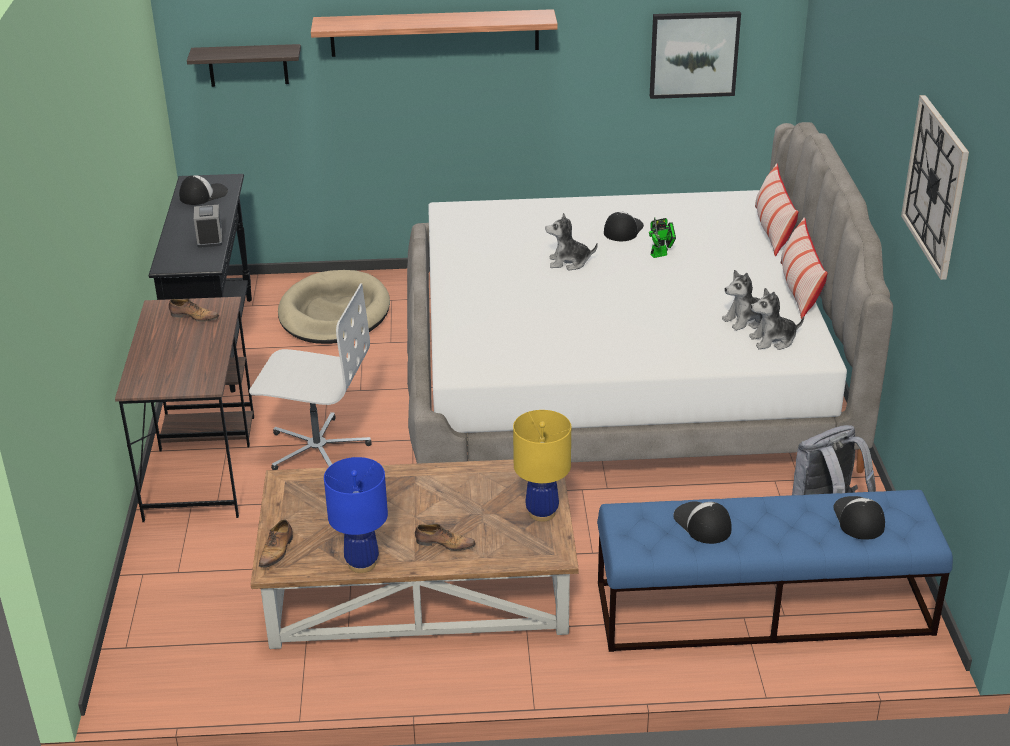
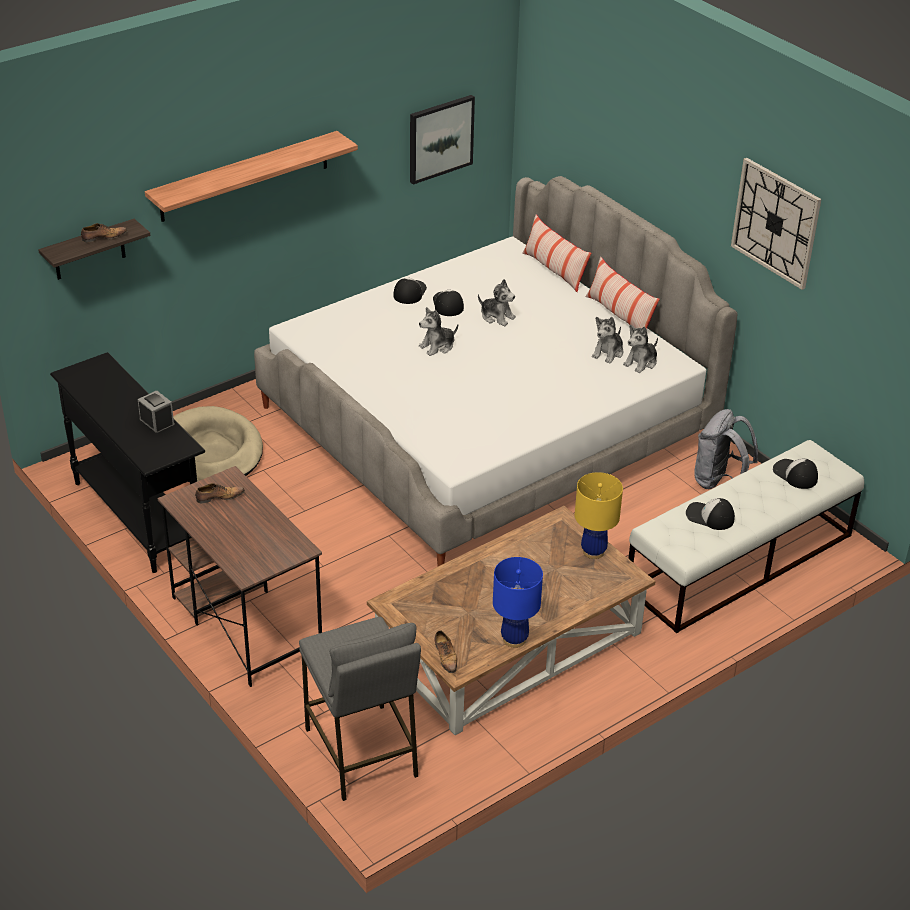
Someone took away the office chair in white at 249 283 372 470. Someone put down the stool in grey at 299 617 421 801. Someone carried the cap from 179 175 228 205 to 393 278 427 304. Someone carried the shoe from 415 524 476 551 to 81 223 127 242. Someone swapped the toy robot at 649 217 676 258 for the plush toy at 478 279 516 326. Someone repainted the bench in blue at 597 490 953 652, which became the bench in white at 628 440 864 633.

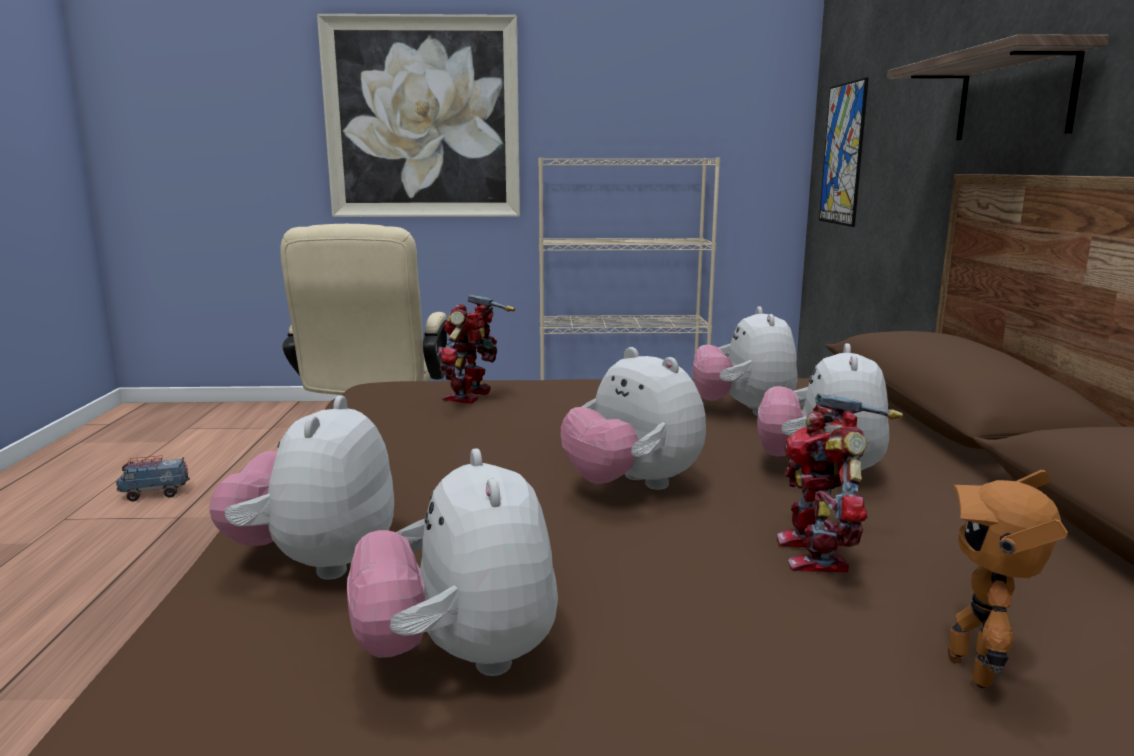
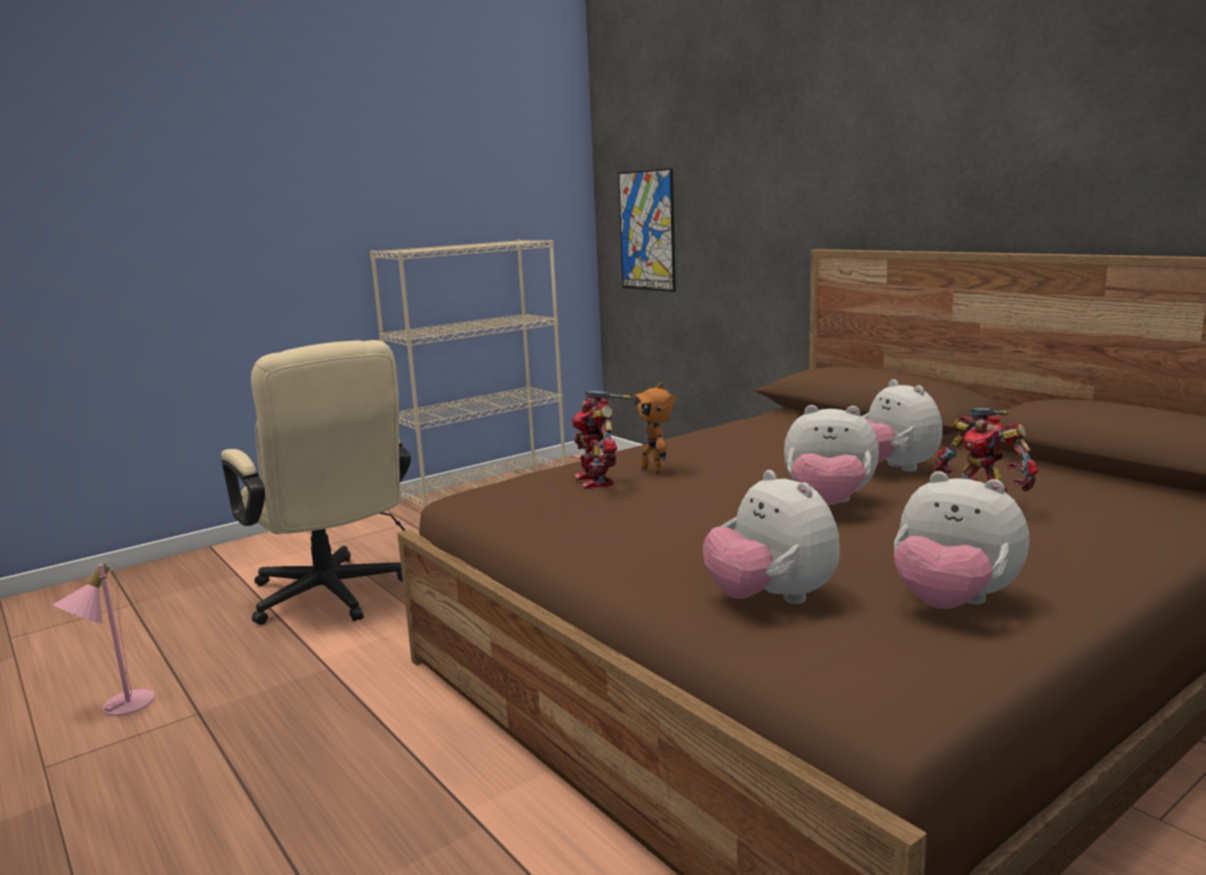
Someone took away the picture at 317 14 520 217. Someone took away the plush toy at 692 307 797 416. Someone took away the shelf at 887 34 1109 140. Someone carried the toy robot from 948 470 1068 688 to 633 383 677 473. Someone swapped the toy truck at 116 456 190 501 for the table lamp in pink at 53 561 154 716.

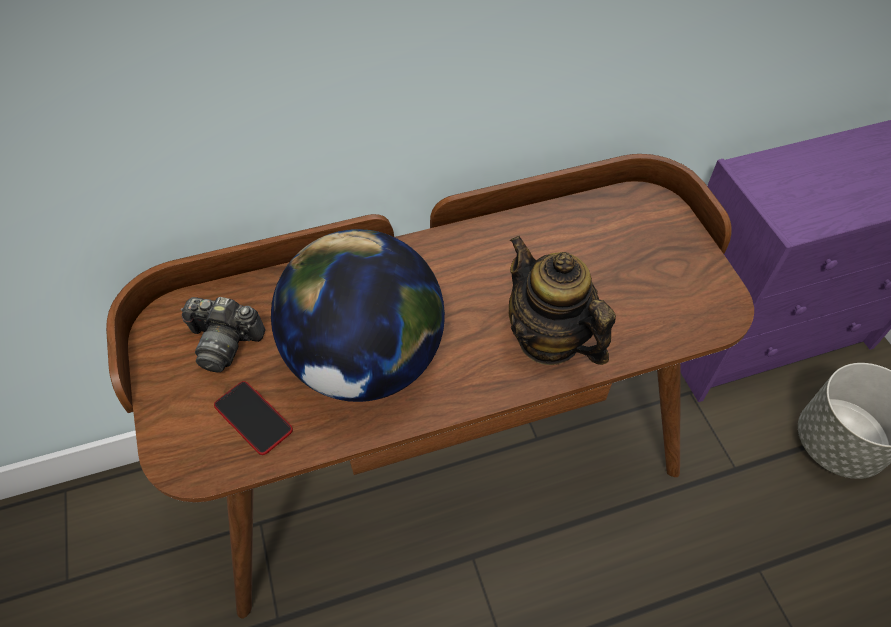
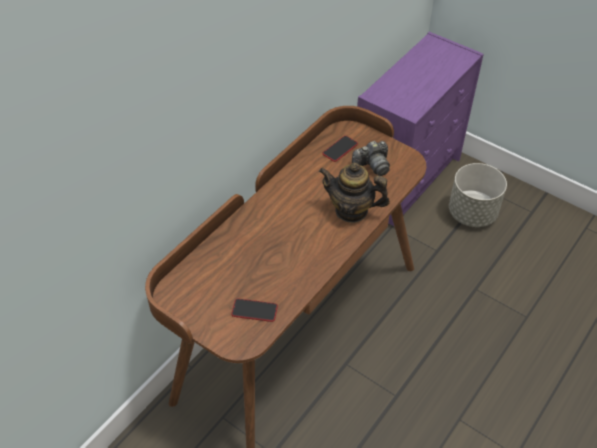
Someone took away the globe at 271 229 445 402. Someone put down the phone at 322 136 358 162. Someone carried the photo camera from 180 297 266 373 to 352 141 390 176.

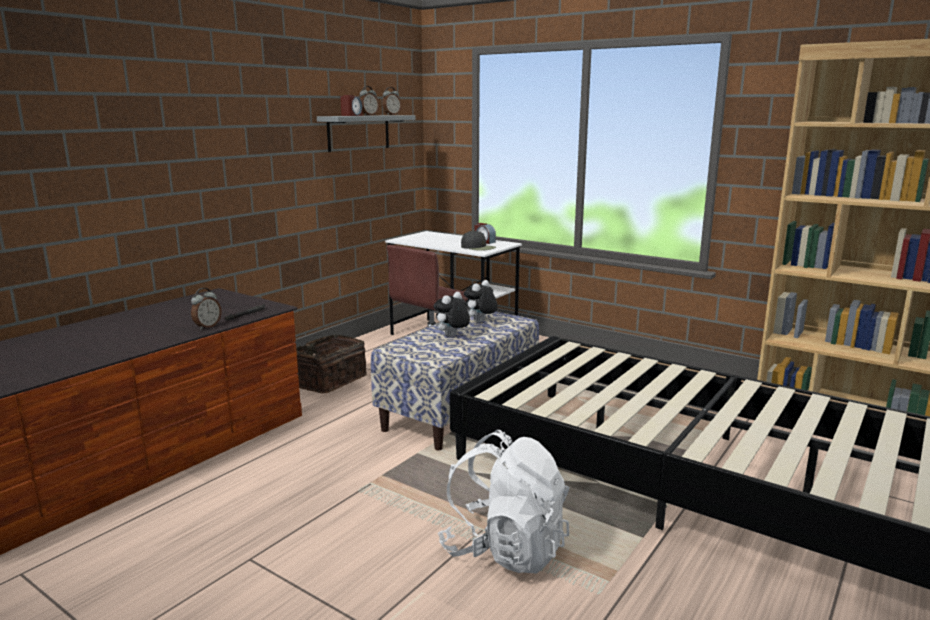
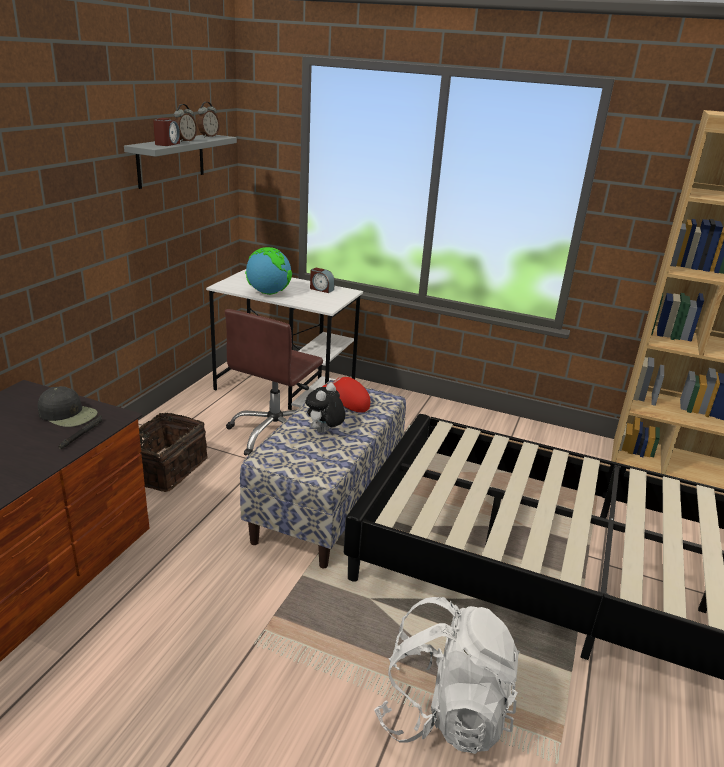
Someone took away the alarm clock at 191 288 221 330. Someone put down the globe at 245 247 292 295. Someone carried the cap in black from 461 230 496 251 to 38 386 98 427. Someone swapped the plush toy at 464 280 498 322 for the cap in red at 322 377 370 413.

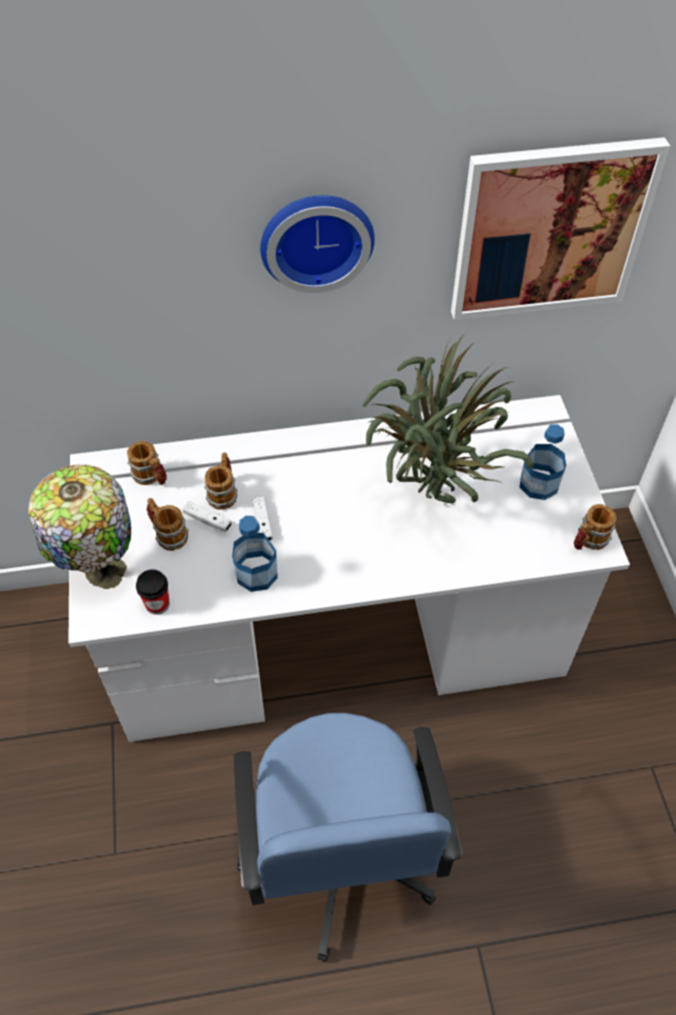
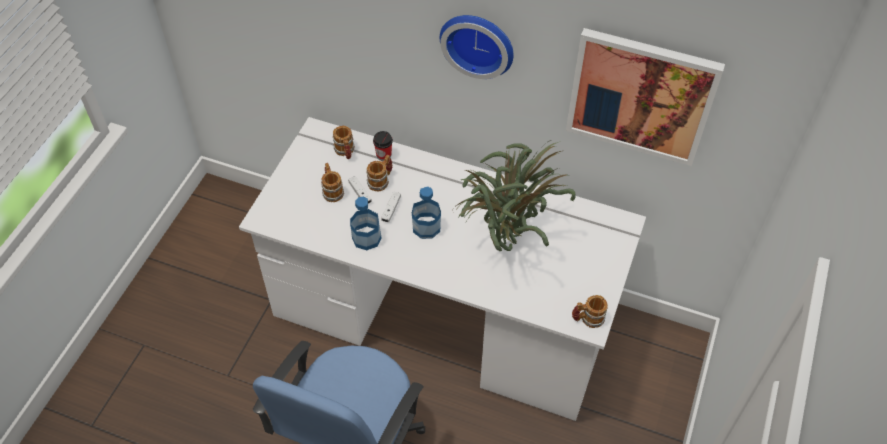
Someone took away the table lamp at 28 464 131 589. Someone carried the cup from 136 569 169 615 to 373 131 393 161. Someone carried the bottle from 520 424 566 500 to 412 186 441 239.

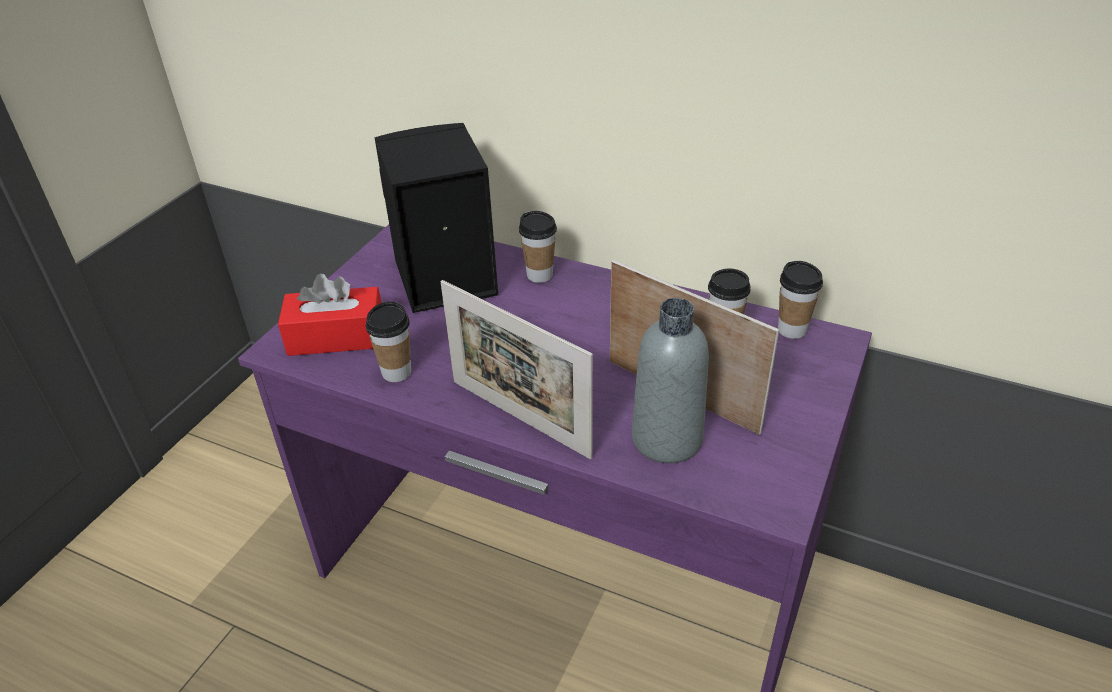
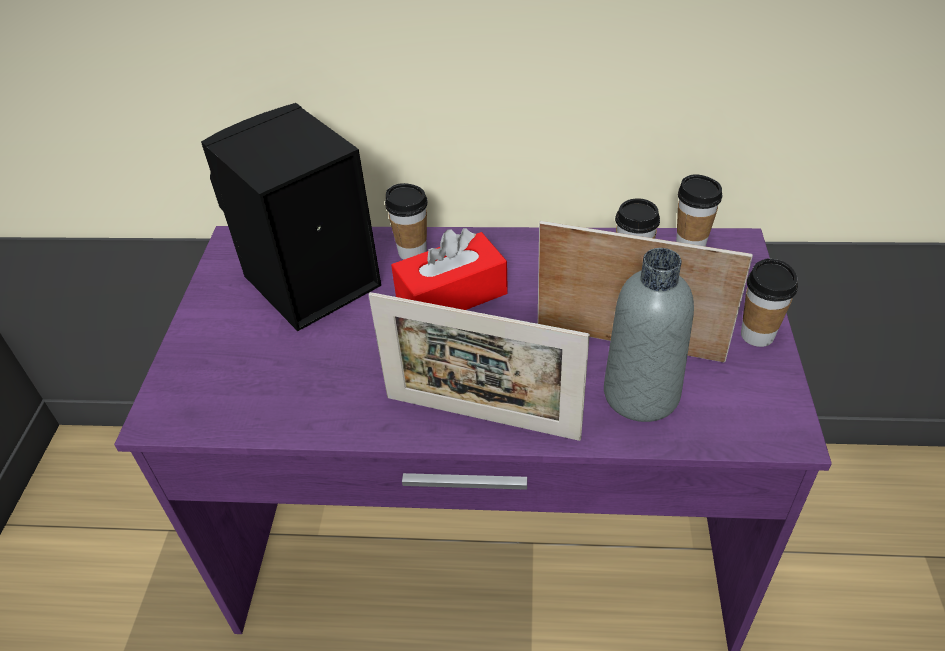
Someone carried the tissue box in red from 278 274 382 356 to 391 228 508 310. Someone carried the cup from 366 302 411 382 to 741 259 798 347.

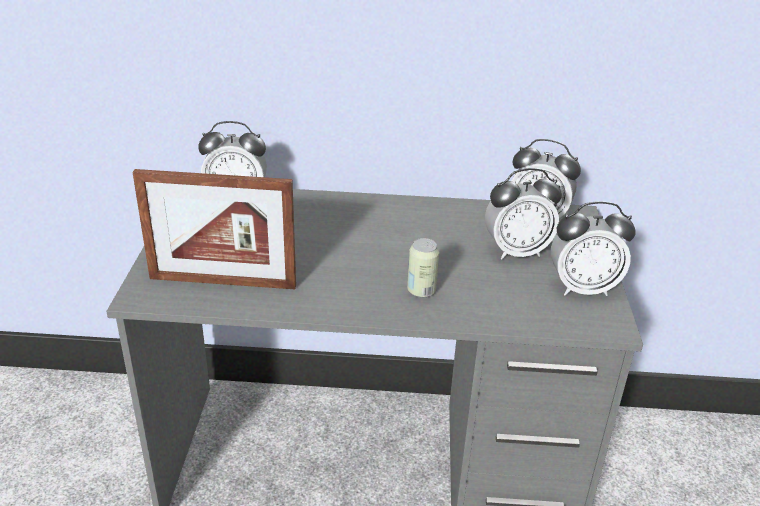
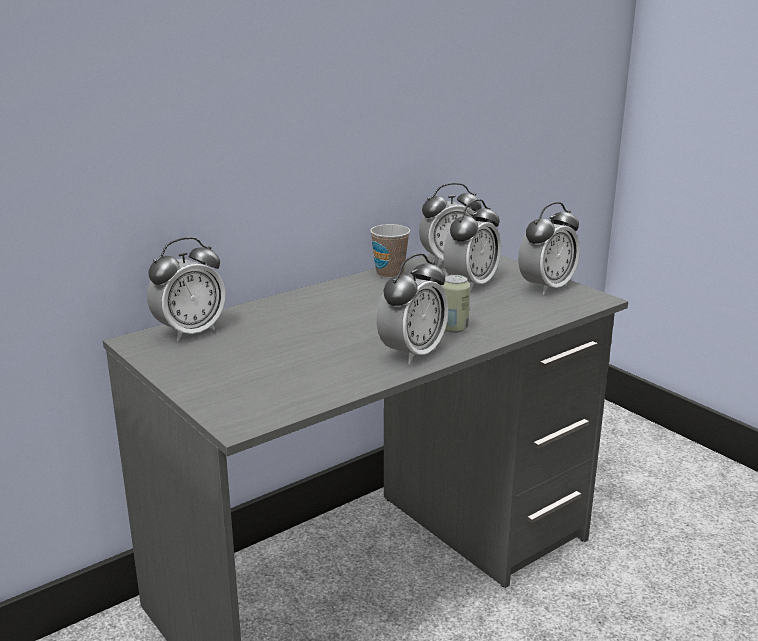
Someone took away the picture frame at 132 169 296 289. Someone put down the cup at 370 224 410 278. Someone put down the alarm clock at 377 253 448 364.

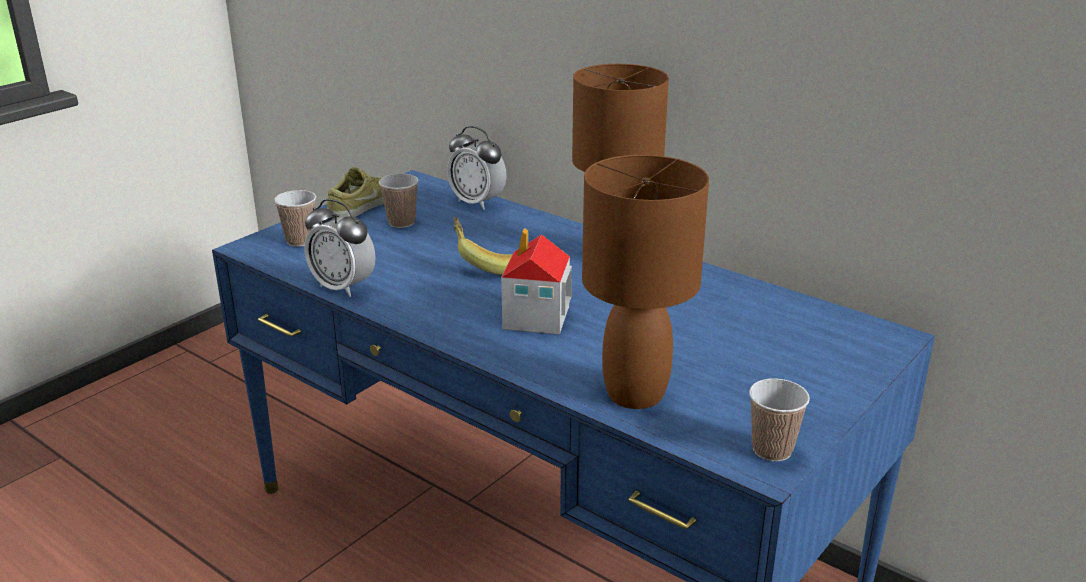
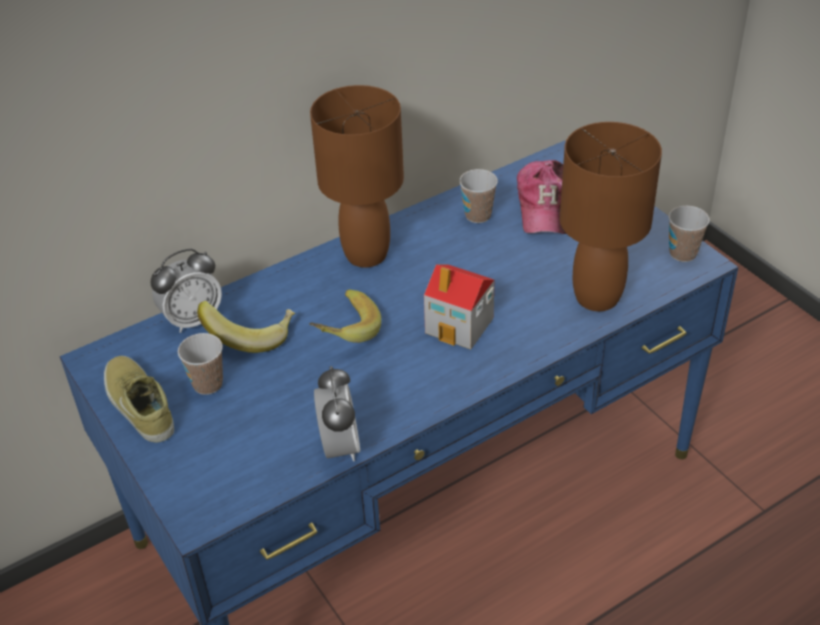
Someone put down the banana at 197 301 295 353. Someone put down the cap at 517 160 567 234. Someone carried the cup from 274 190 316 247 to 459 169 498 223. Someone rotated the alarm clock at 304 199 376 297 by 60 degrees counterclockwise.

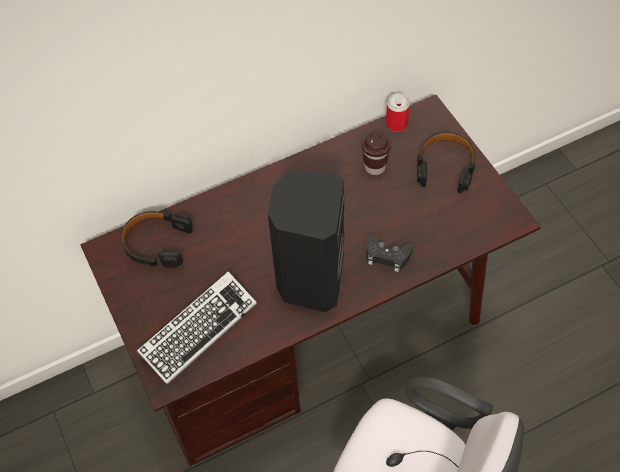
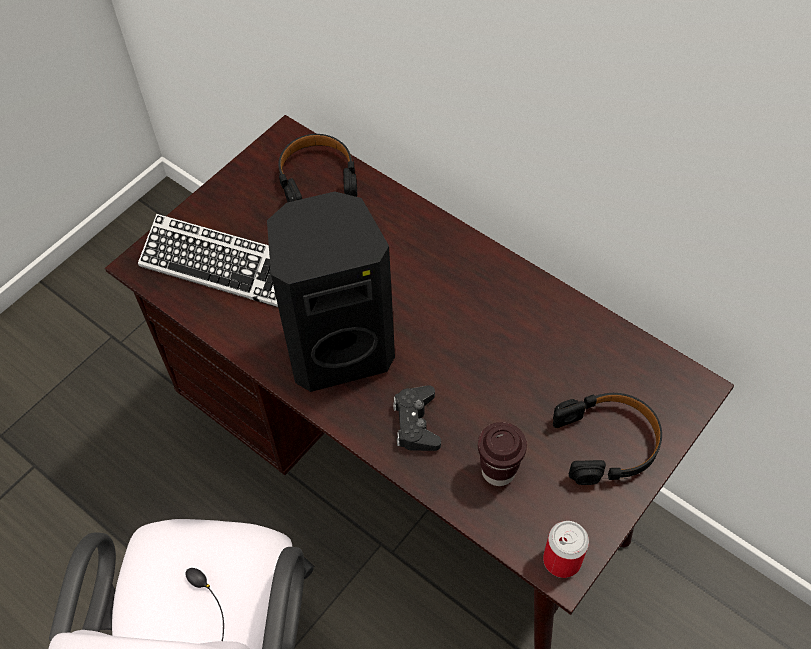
Someone carried the cup in brown from 361 131 391 175 to 478 422 527 486. Someone carried the can from 386 93 410 132 to 543 521 589 578.

